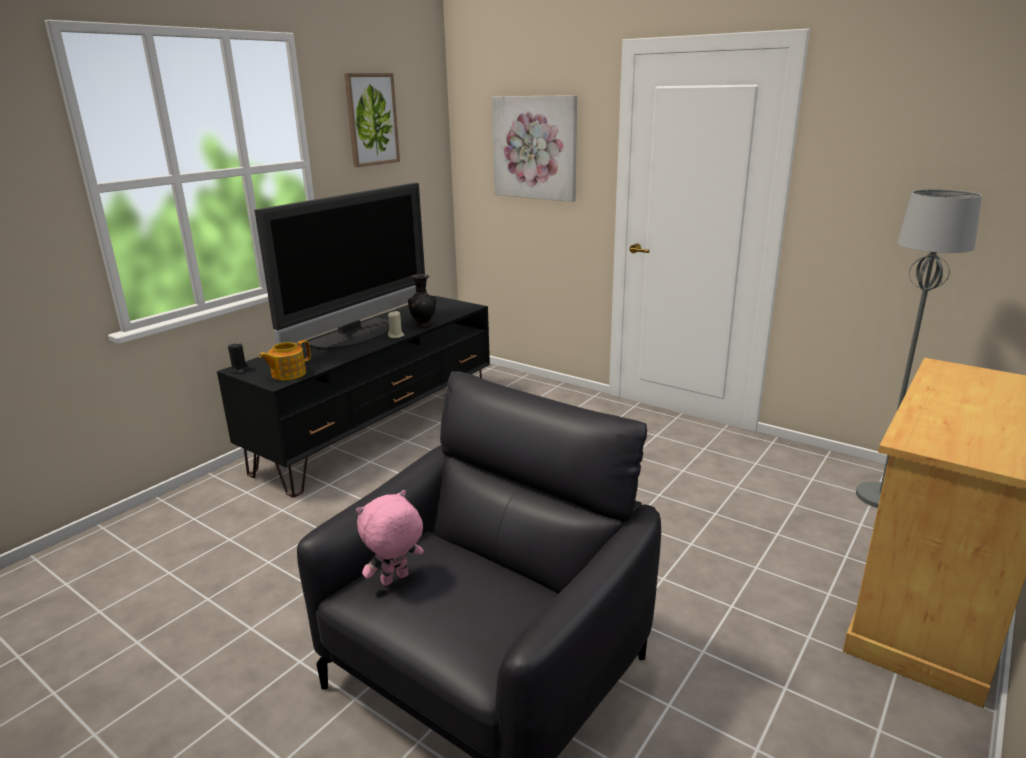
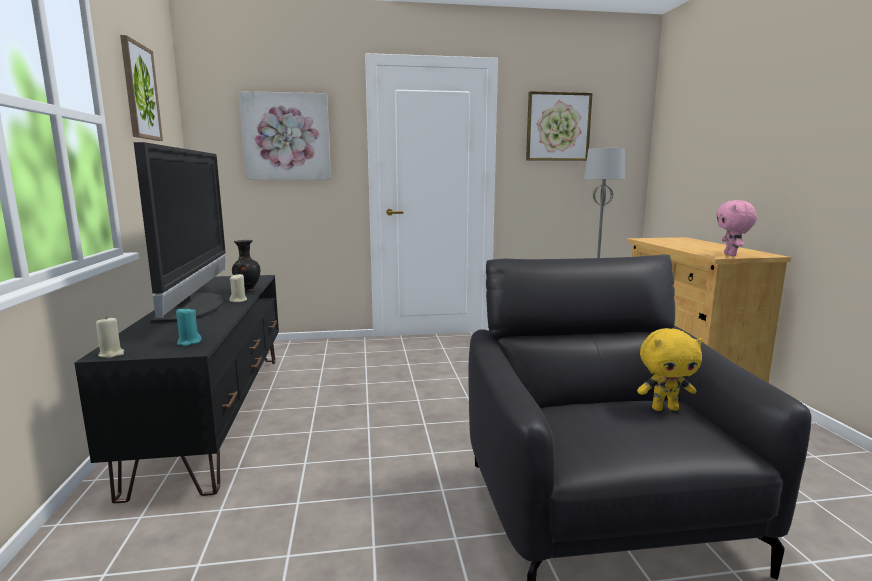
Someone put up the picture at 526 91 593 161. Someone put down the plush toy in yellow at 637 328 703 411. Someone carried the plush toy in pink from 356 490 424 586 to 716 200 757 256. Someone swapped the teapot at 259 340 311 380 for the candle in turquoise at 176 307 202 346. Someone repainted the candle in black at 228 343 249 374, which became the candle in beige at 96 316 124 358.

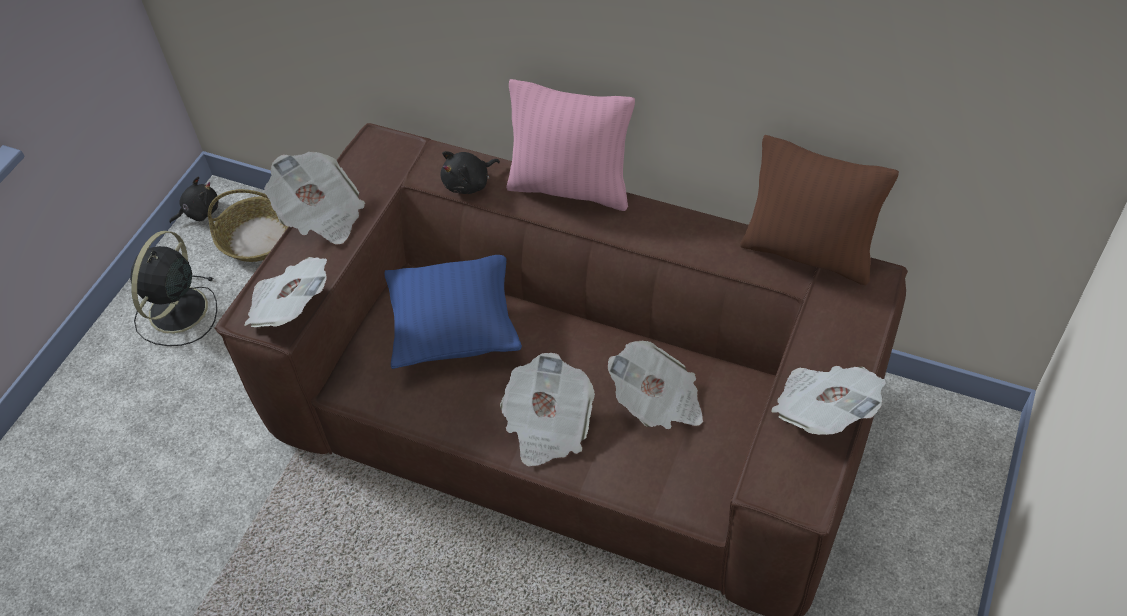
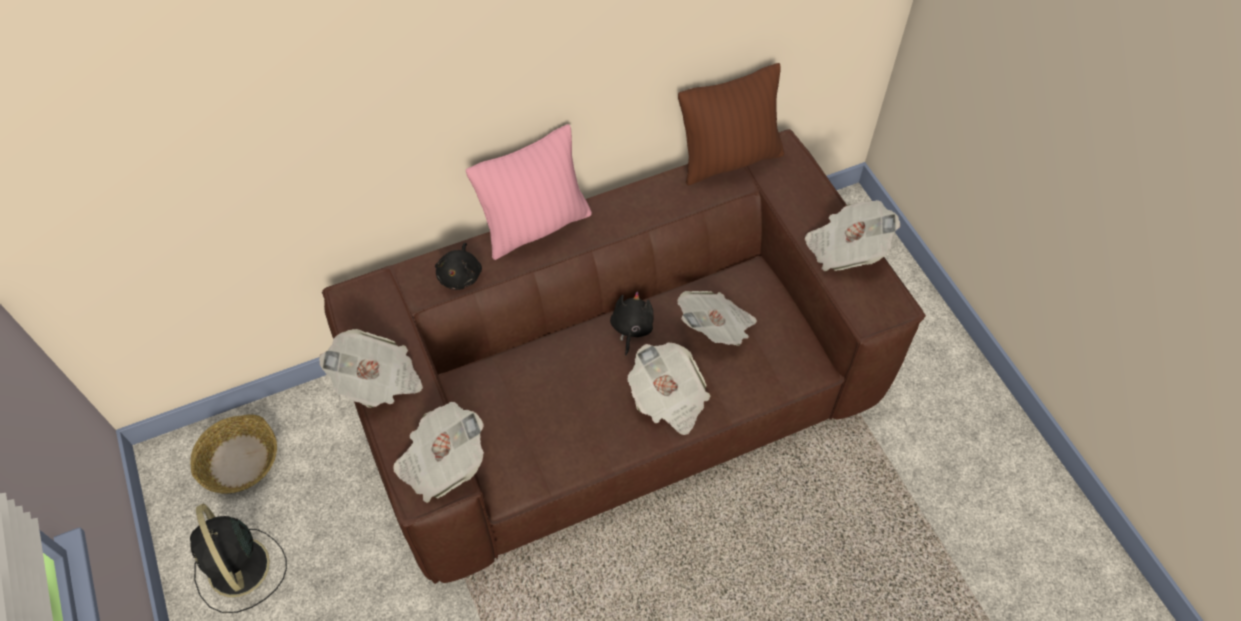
Someone took away the pillow in blue at 384 255 522 369. Someone carried the plush toy in black from 169 176 219 224 to 610 292 654 356.

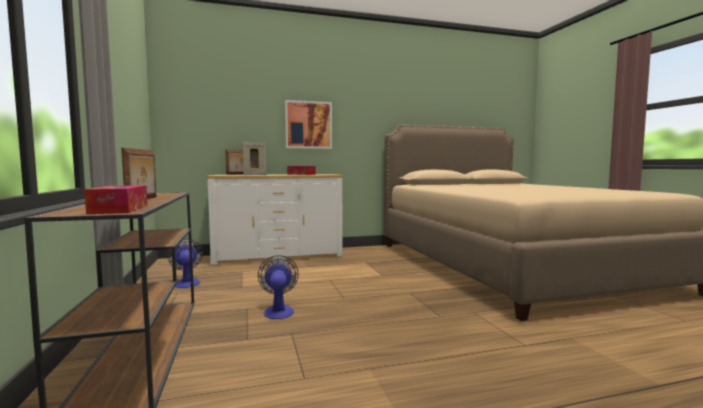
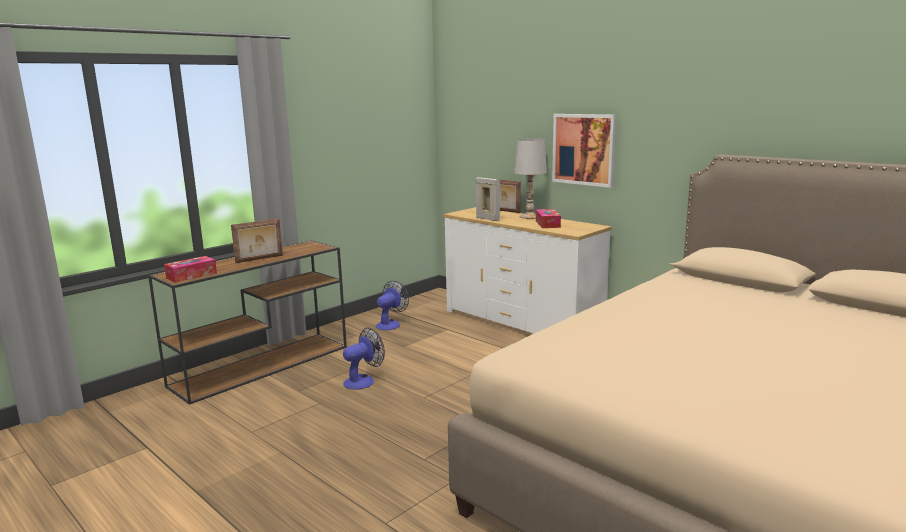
Someone put down the table lamp in white at 514 138 547 219.

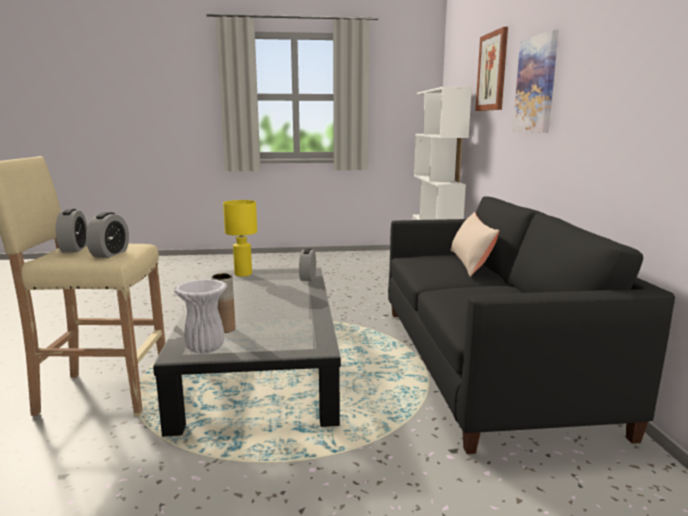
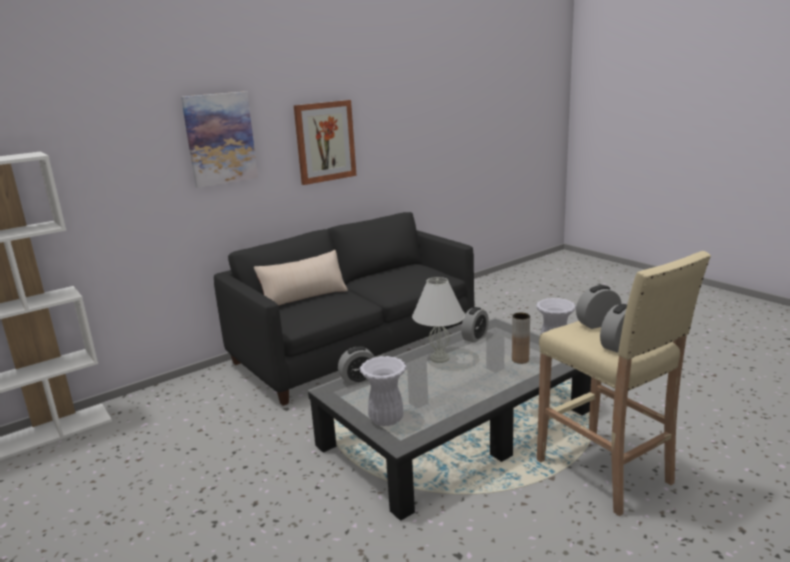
Someone put down the table lamp in white at 412 277 465 363. Someone put down the alarm clock at 461 307 489 343. Someone carried the picture from 475 27 508 111 to 294 100 357 185. Someone swapped the table lamp in yellow at 223 200 257 277 for the vase in white at 360 356 407 426.

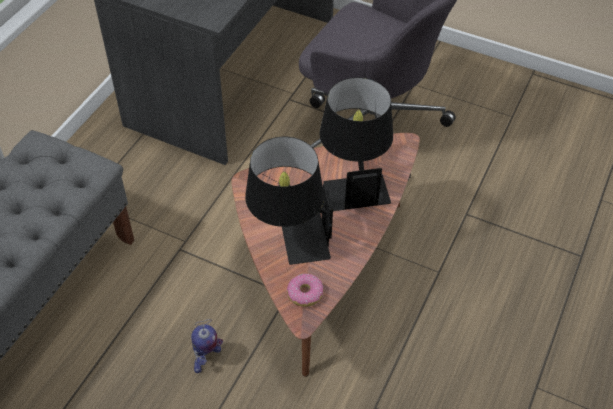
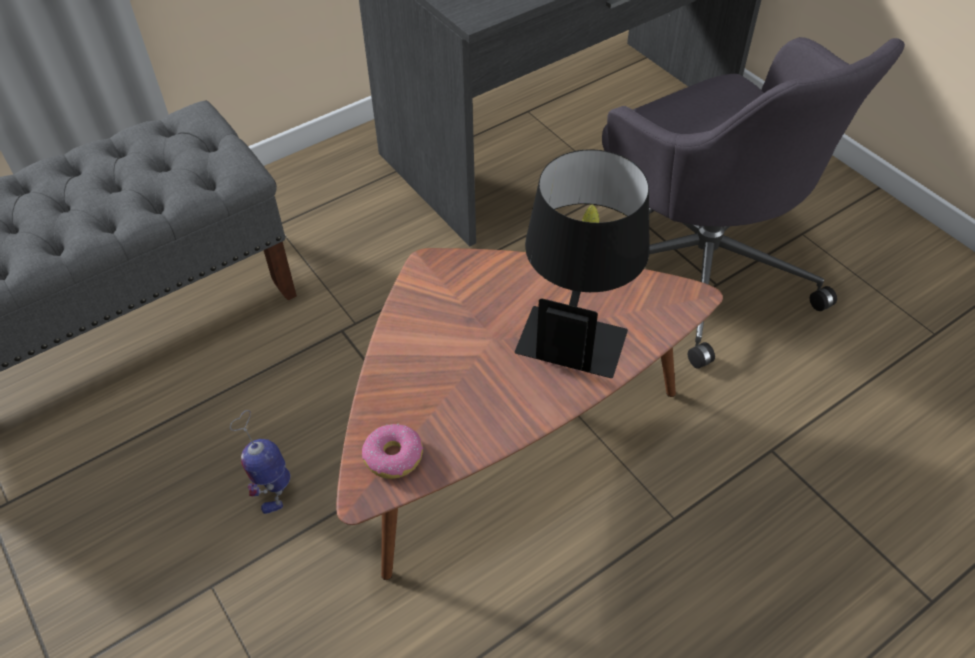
Someone took away the table lamp in black at 245 137 333 265. Someone rotated the toy robot at 191 319 223 373 by 120 degrees clockwise.

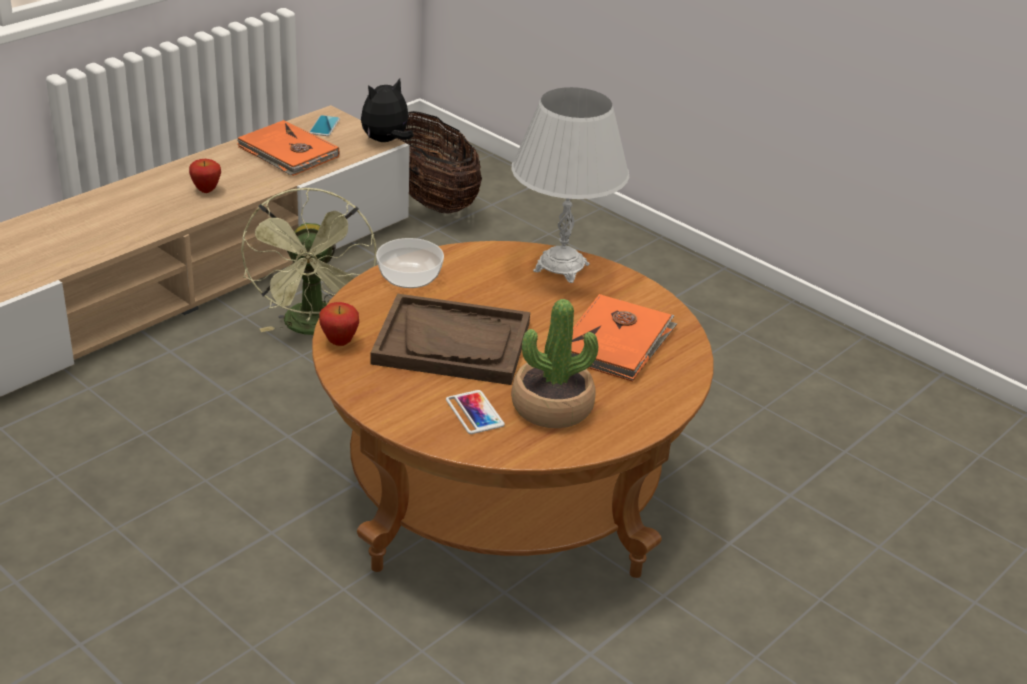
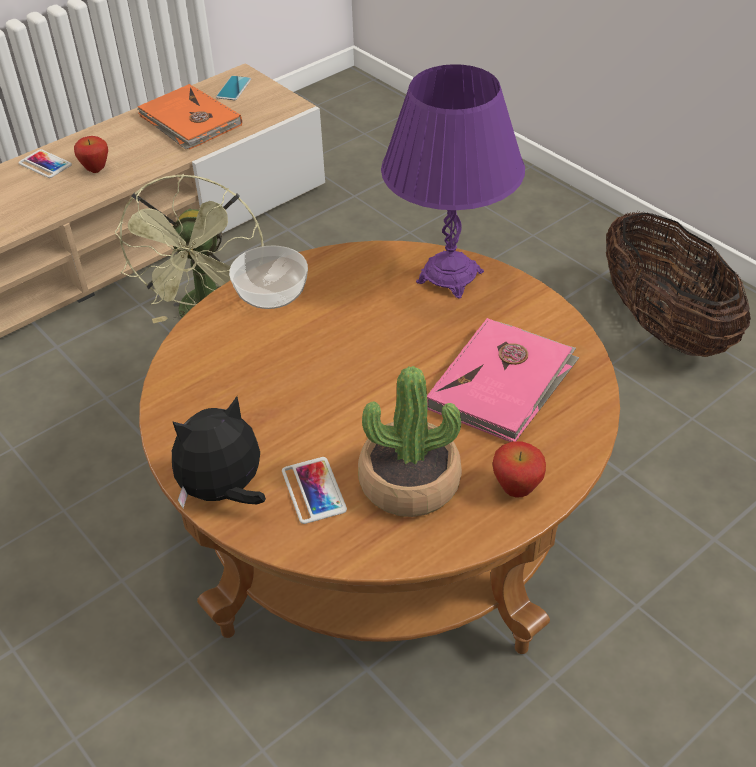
Someone took away the tray in brown at 370 293 530 385. Someone put down the phone at 19 149 72 178. Someone carried the apple from 319 302 359 346 to 493 441 546 497. Someone carried the plush toy from 361 78 414 142 to 172 396 266 508. Someone carried the basket from 397 111 482 213 to 606 211 751 357. Someone repainted the table lamp in white at 512 87 629 283, which became the table lamp in purple at 381 64 525 299. Someone repainted the book in orange at 571 294 677 382, which became the book in pink at 427 318 579 442.

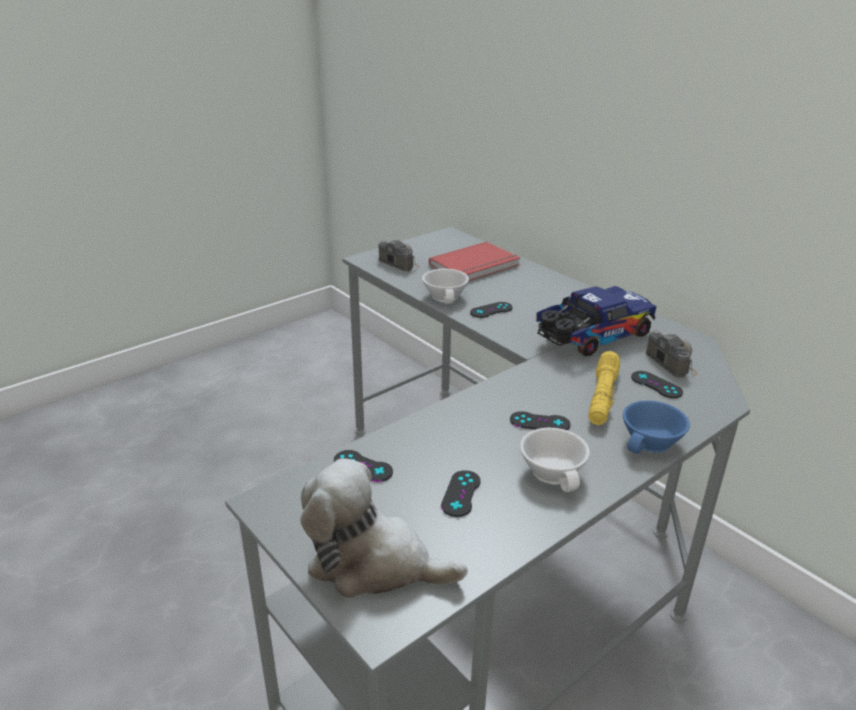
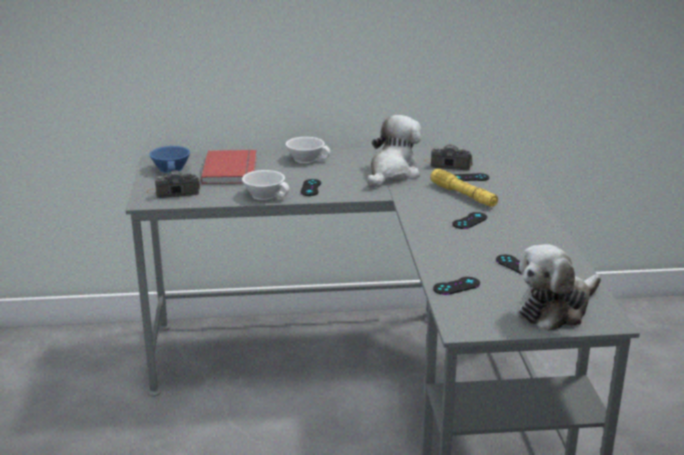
Someone carried the cup in white from 520 428 590 492 to 286 137 331 163. Someone carried the cup in blue from 623 401 690 454 to 149 146 190 173. Someone swapped the toy truck at 536 286 657 356 for the plush toy at 367 115 422 187.

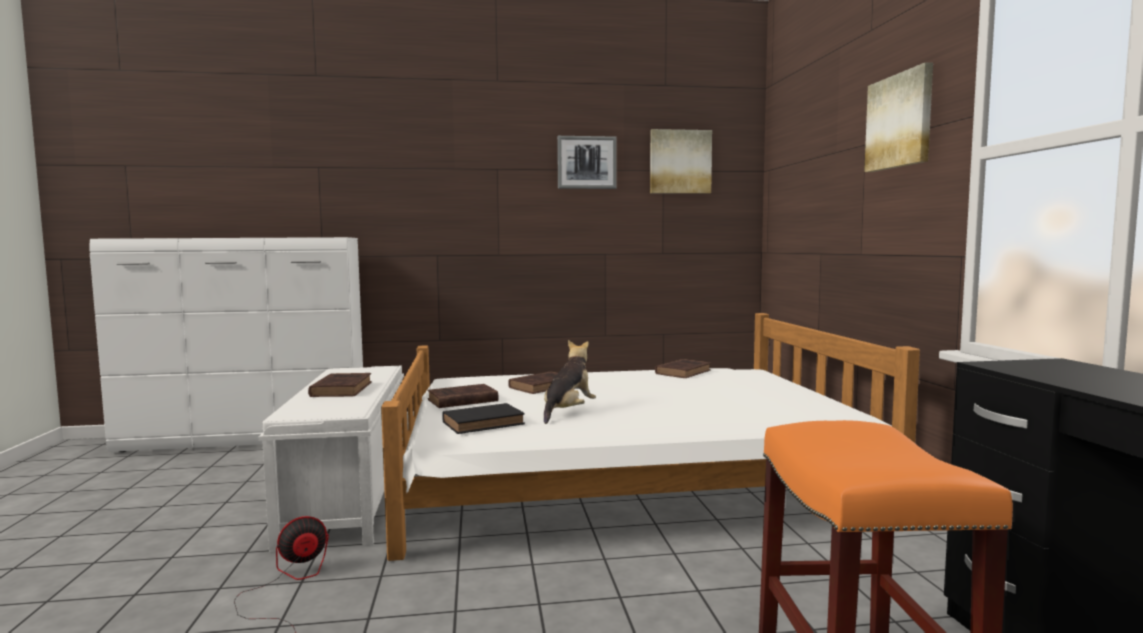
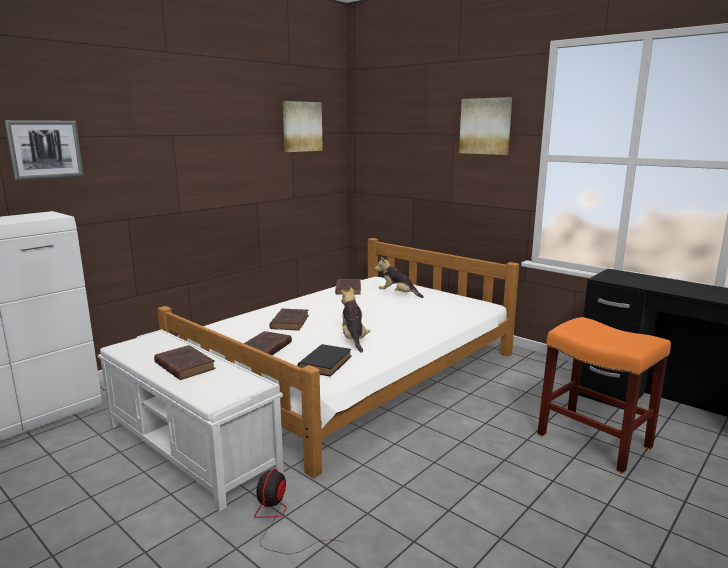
Someone put down the plush toy at 375 256 424 298. Someone carried the picture from 557 136 617 189 to 4 120 84 180.

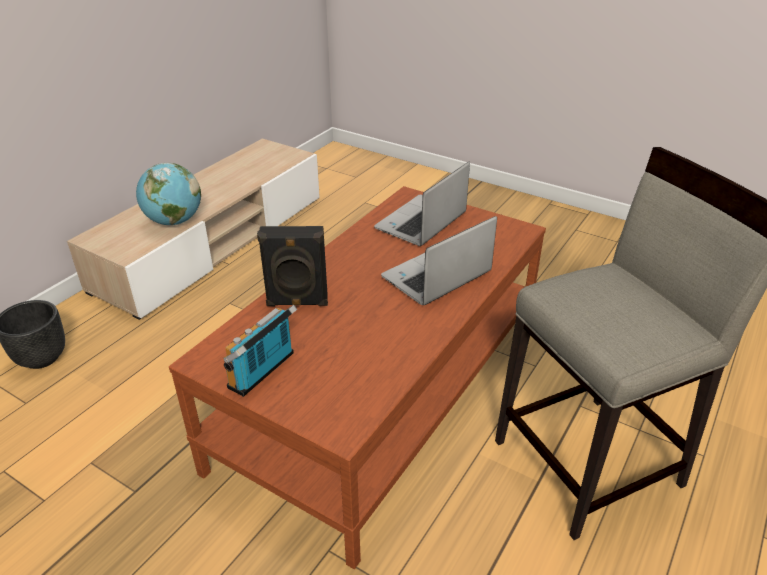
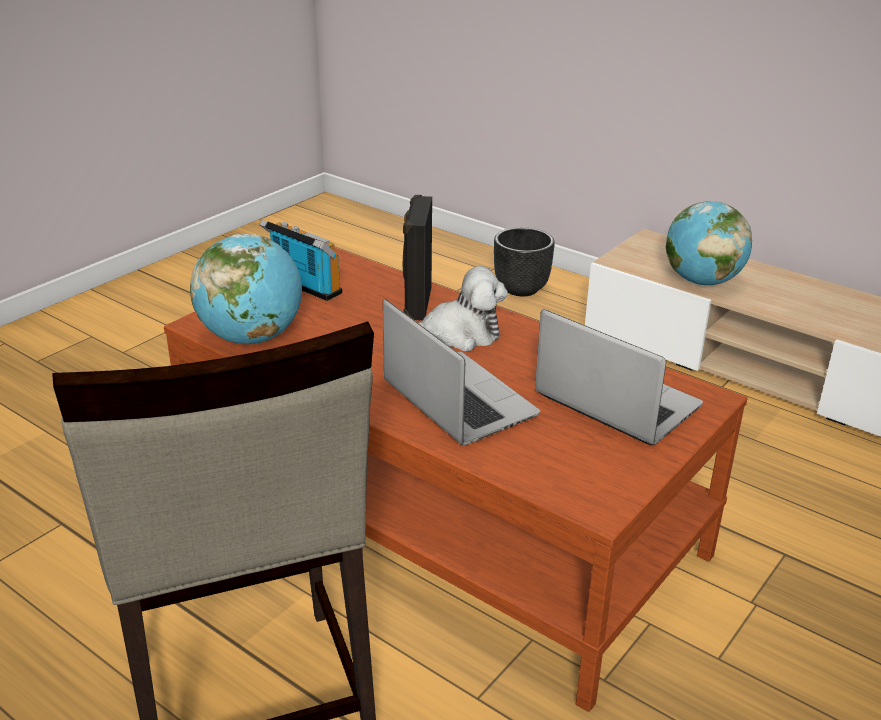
Someone put down the globe at 190 234 302 344. Someone put down the plush toy at 419 266 508 351.

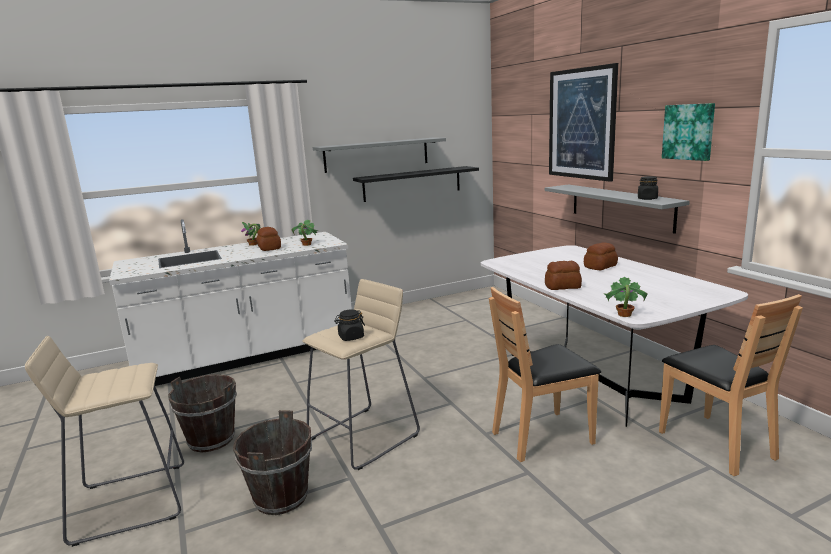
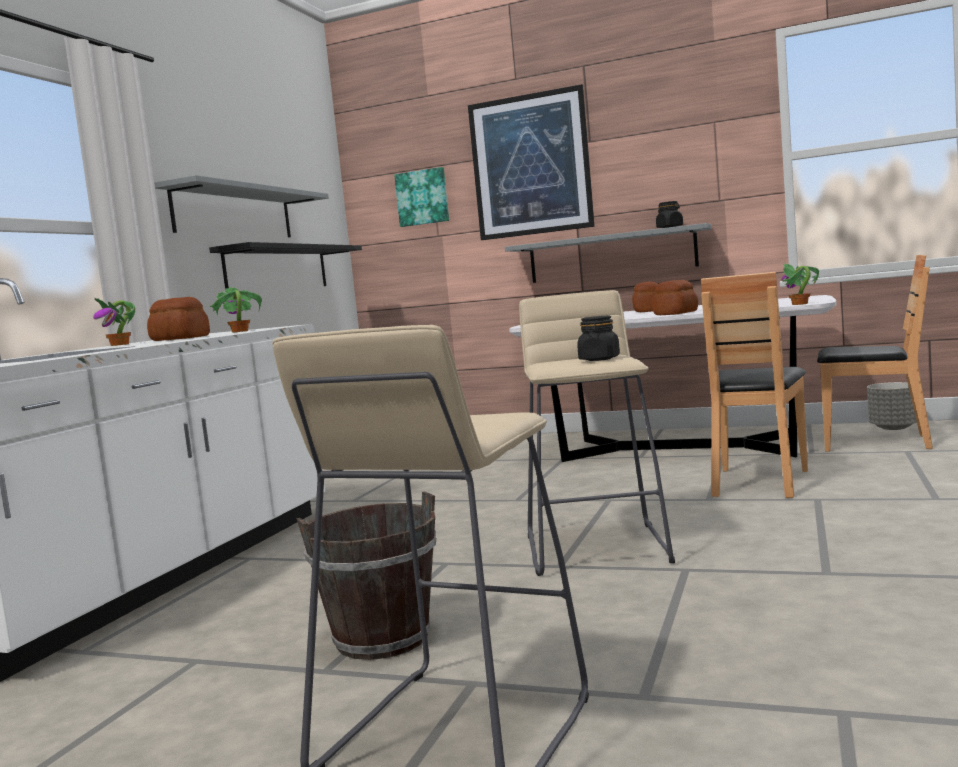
Someone took away the bucket in brown at 233 410 312 515. Someone put down the planter in grey at 867 382 917 430. Someone carried the picture from 662 103 715 161 to 394 167 449 227.

